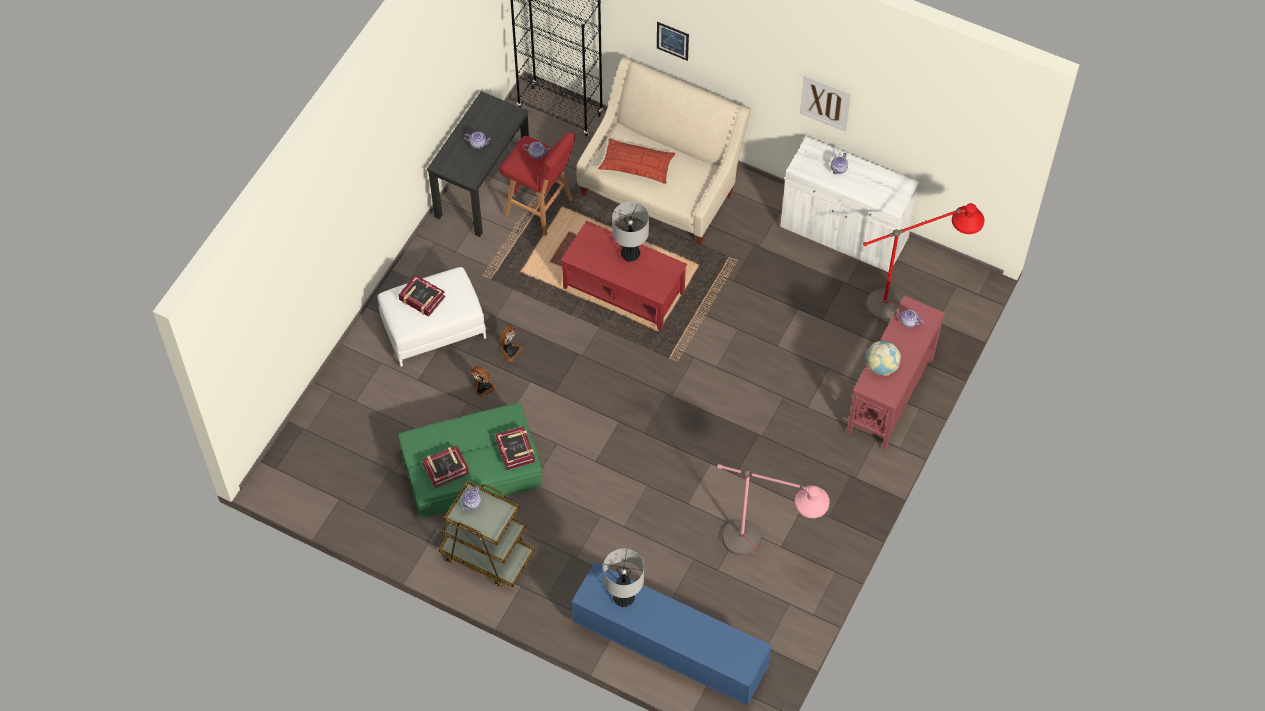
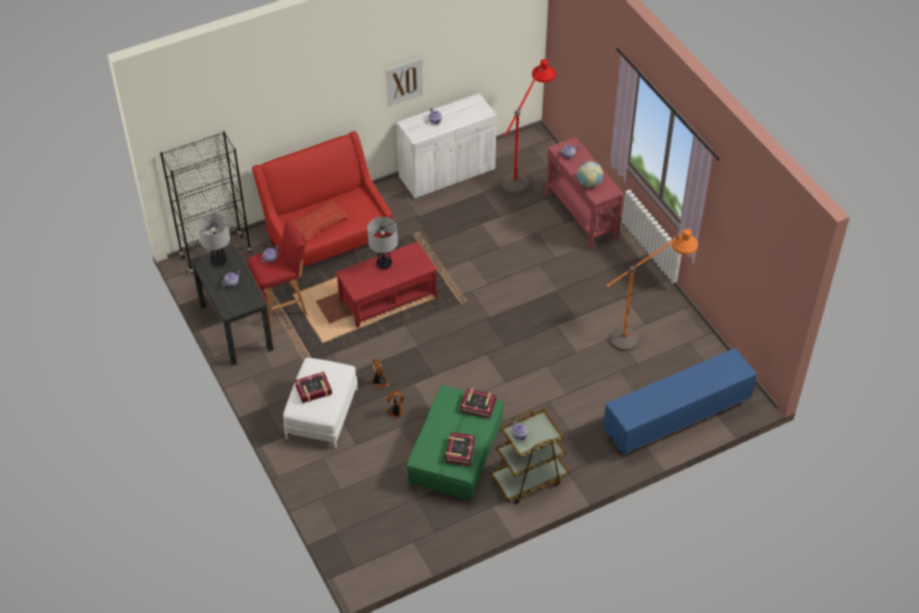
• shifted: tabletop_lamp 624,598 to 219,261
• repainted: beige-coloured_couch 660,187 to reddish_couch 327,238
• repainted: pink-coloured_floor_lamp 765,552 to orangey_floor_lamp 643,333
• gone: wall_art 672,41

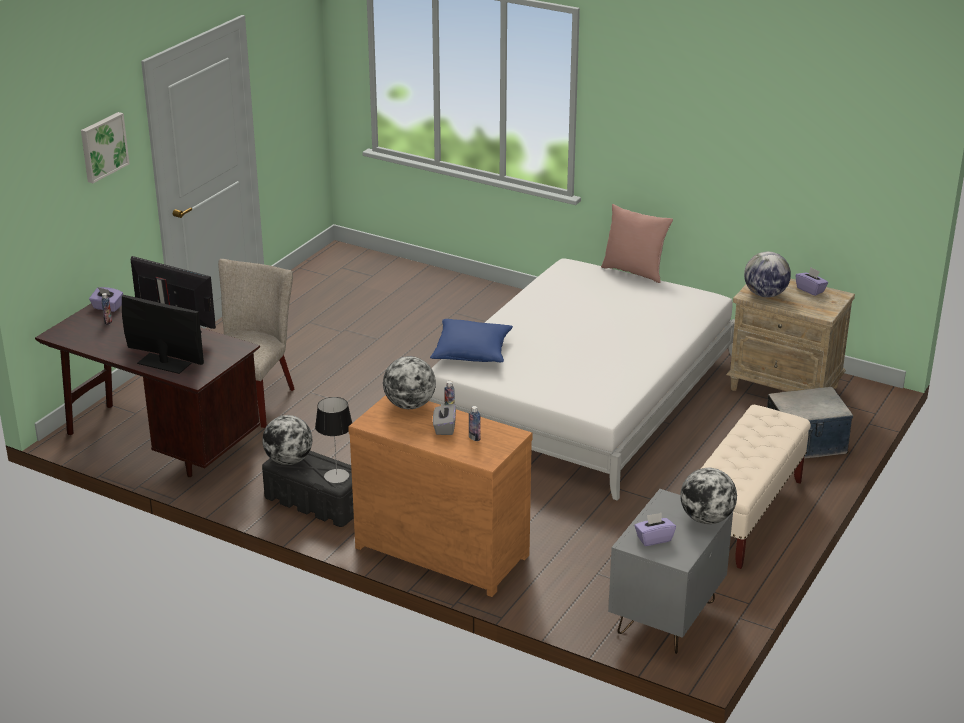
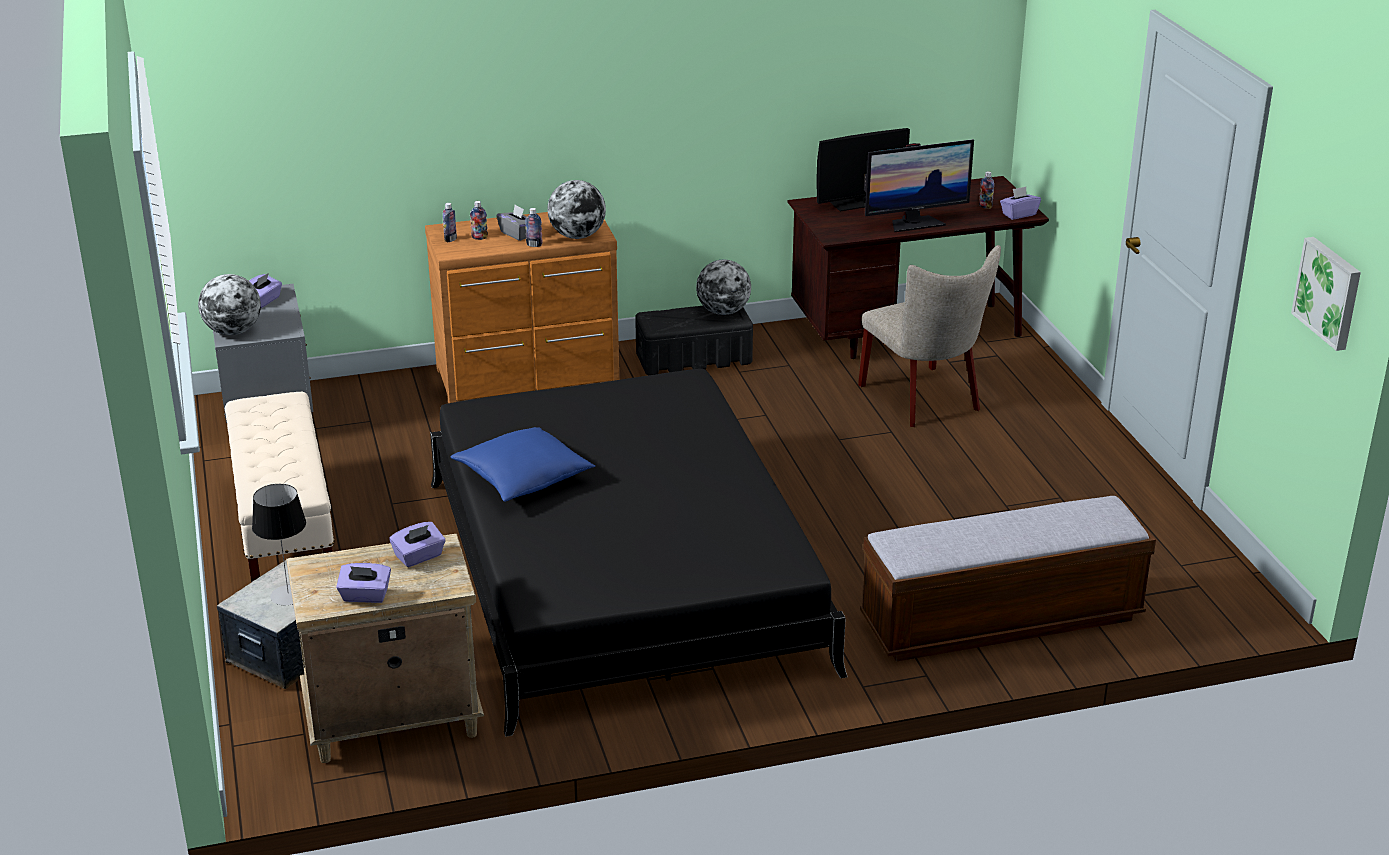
• shifted: tabletop_lamp 336,476 to 288,595
• swapped: desk_globe 765,294 to purplish_tissue_box 419,557
• repainted: whitish_sleeping_bed 582,395 to black_sleeping_bed 623,573
• new: beverage_bottle 450,239
• shifted: blue-coloured_throw_pillow 472,352 to 523,479
• new: bench 1001,620
• shifted: wall_art 103,146 to 1329,292
• gone: pink-coloured_throw_pillow 634,271

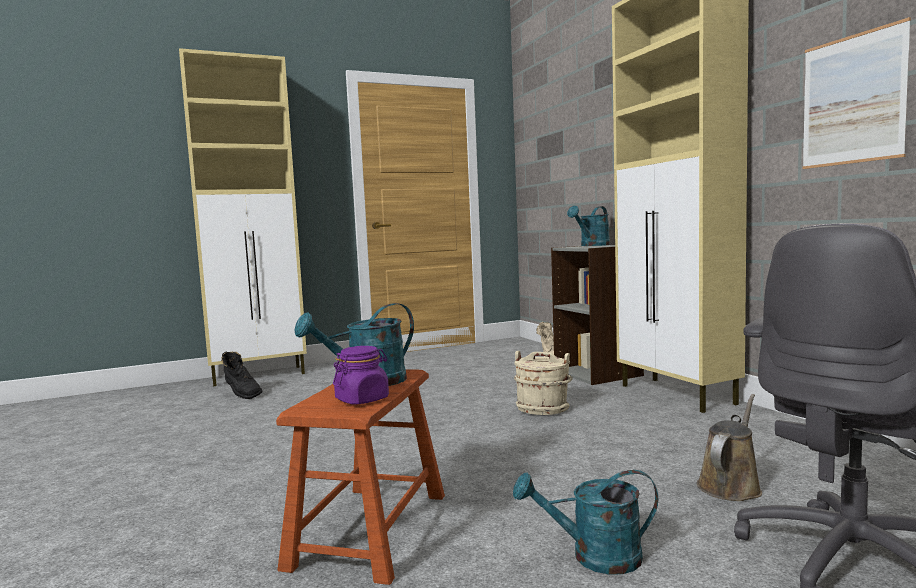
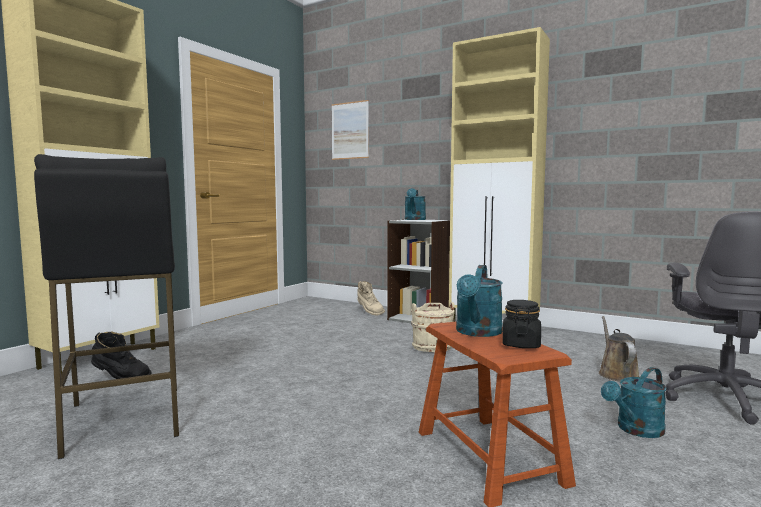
• new: black_stool_seat 123,419
• shifted: wall_art 852,100 to 350,130
• repainted: purplish_storage_jar 362,399 to black_storage_jar 521,344

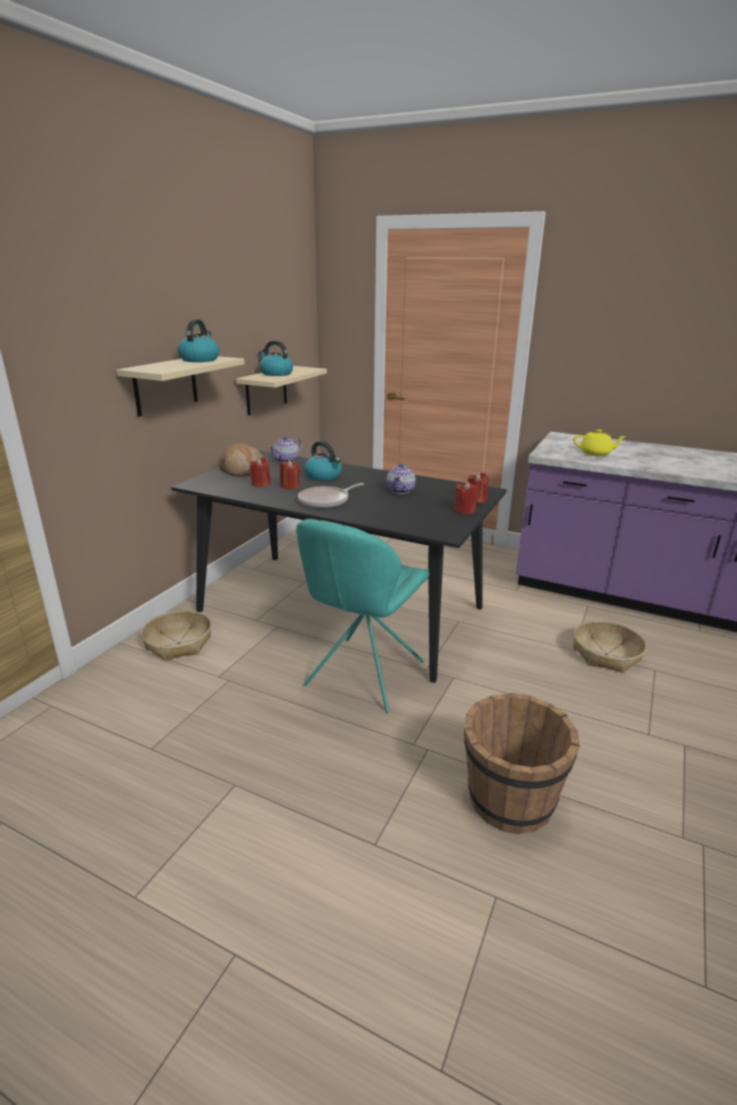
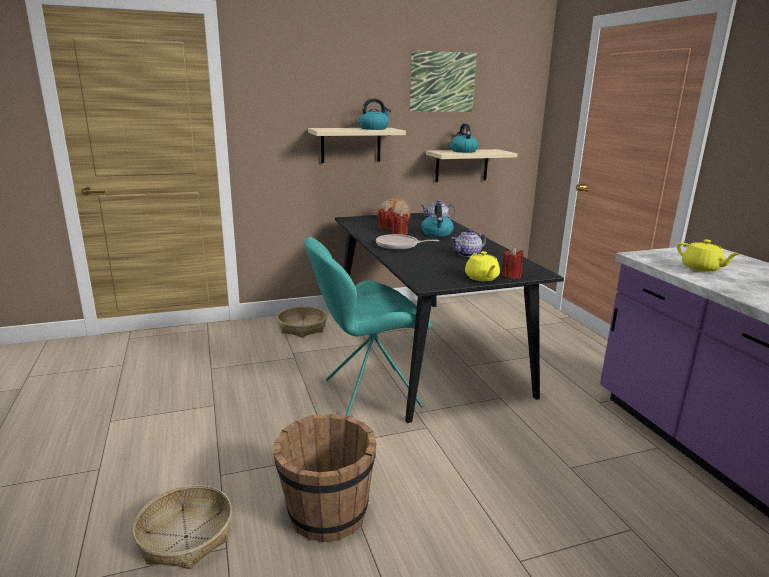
• shifted: household_basket 606,654 to 185,537
• new: wall_art 442,82
• swapped: reddish_wax_light 465,510 to yellow-coloured_teapot 481,278

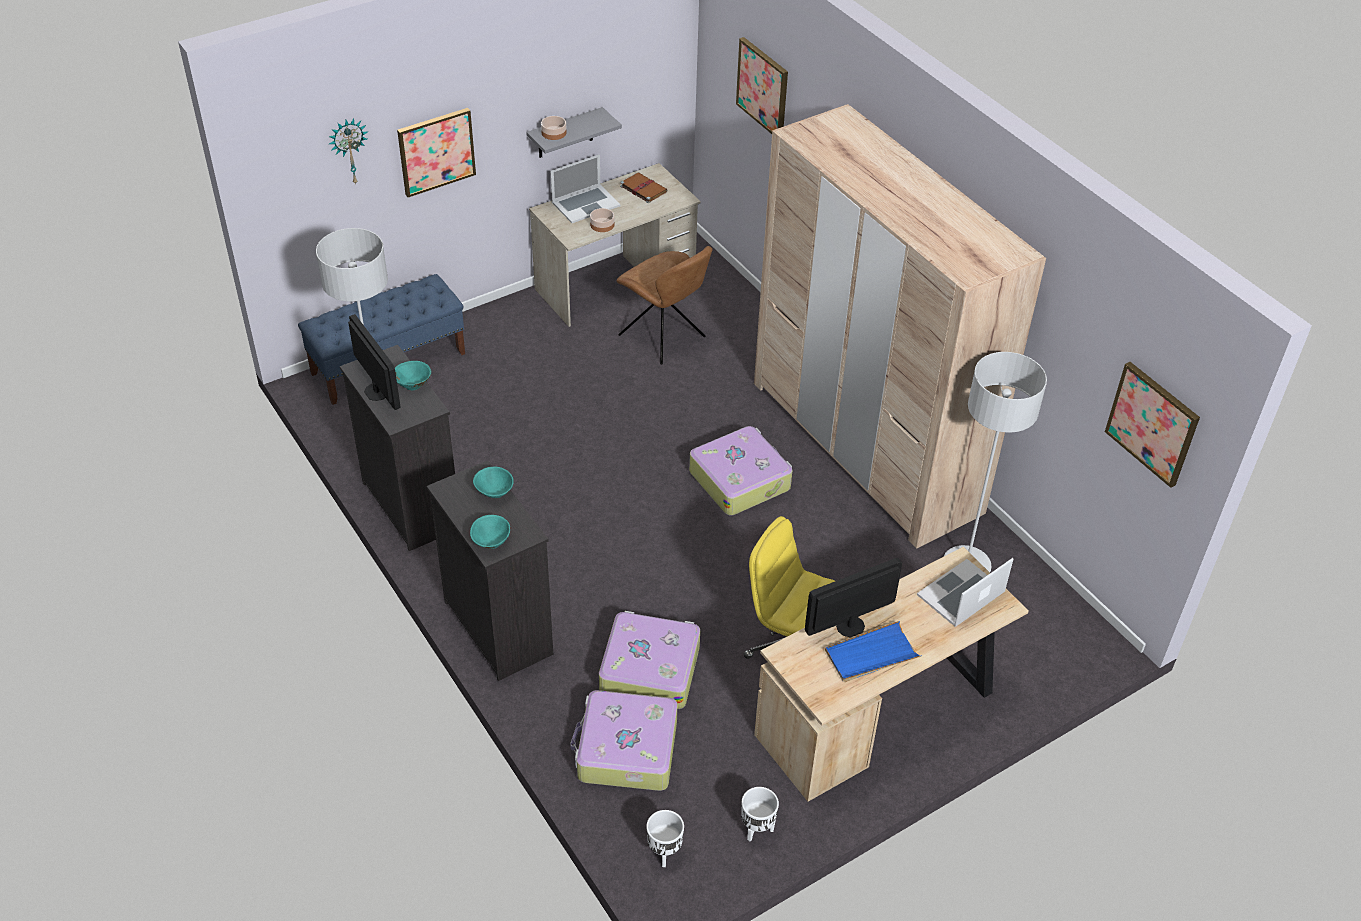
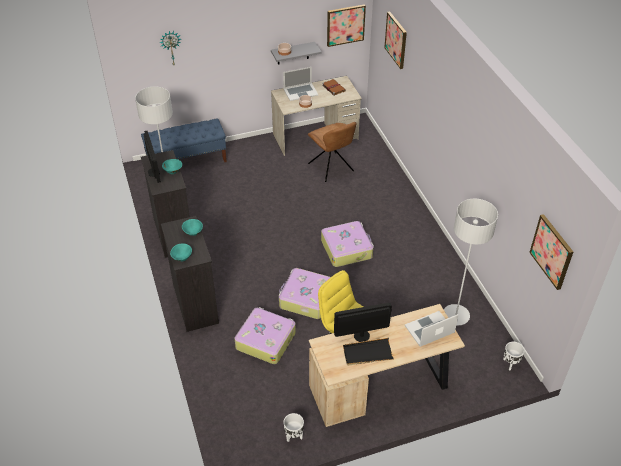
• shifted: piece_of_luggage 626,750 to 306,298
• shifted: wall_art 436,151 to 345,25
• repainted: blue-coloured_carrying_tray 871,655 to black_carrying_tray 367,353
• shifted: whitish_plant_pot 664,853 to 510,364
• gone: beige-coloured_armoire 865,446

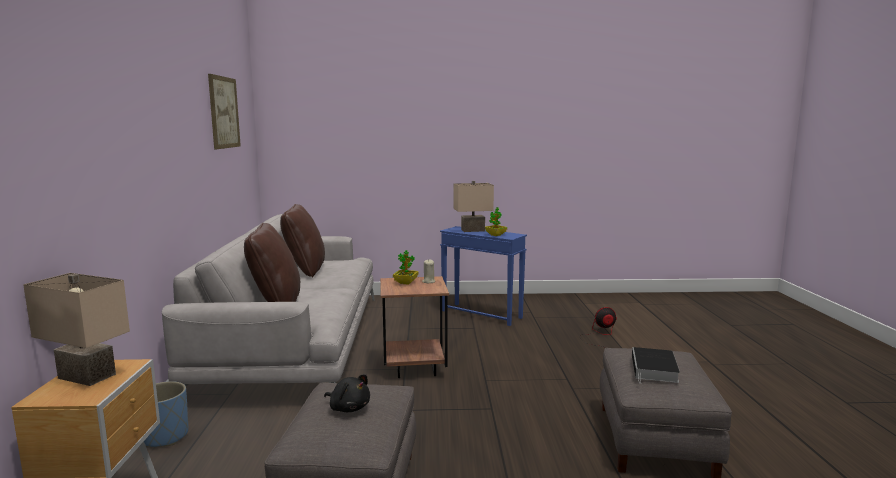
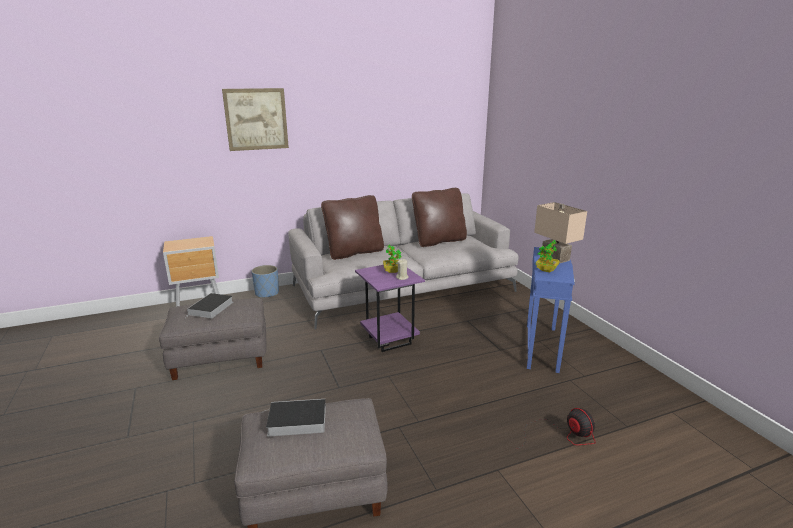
• swapped: black_cuddly_toy 348,408 to volume 211,309
• shifted: wall_art 224,112 to 256,119
• repainted: brownish_end_table 414,368 to purplish_end_table 390,340
• gone: beige-coloured_tabletop_lamp 84,377

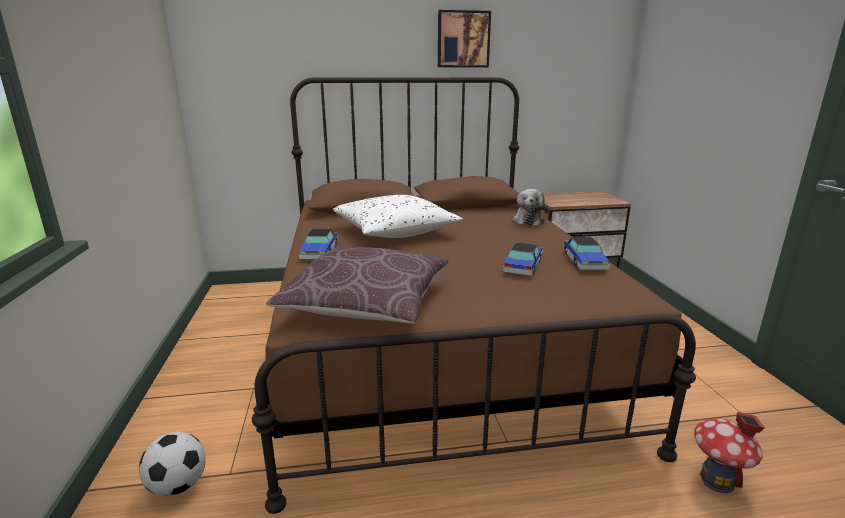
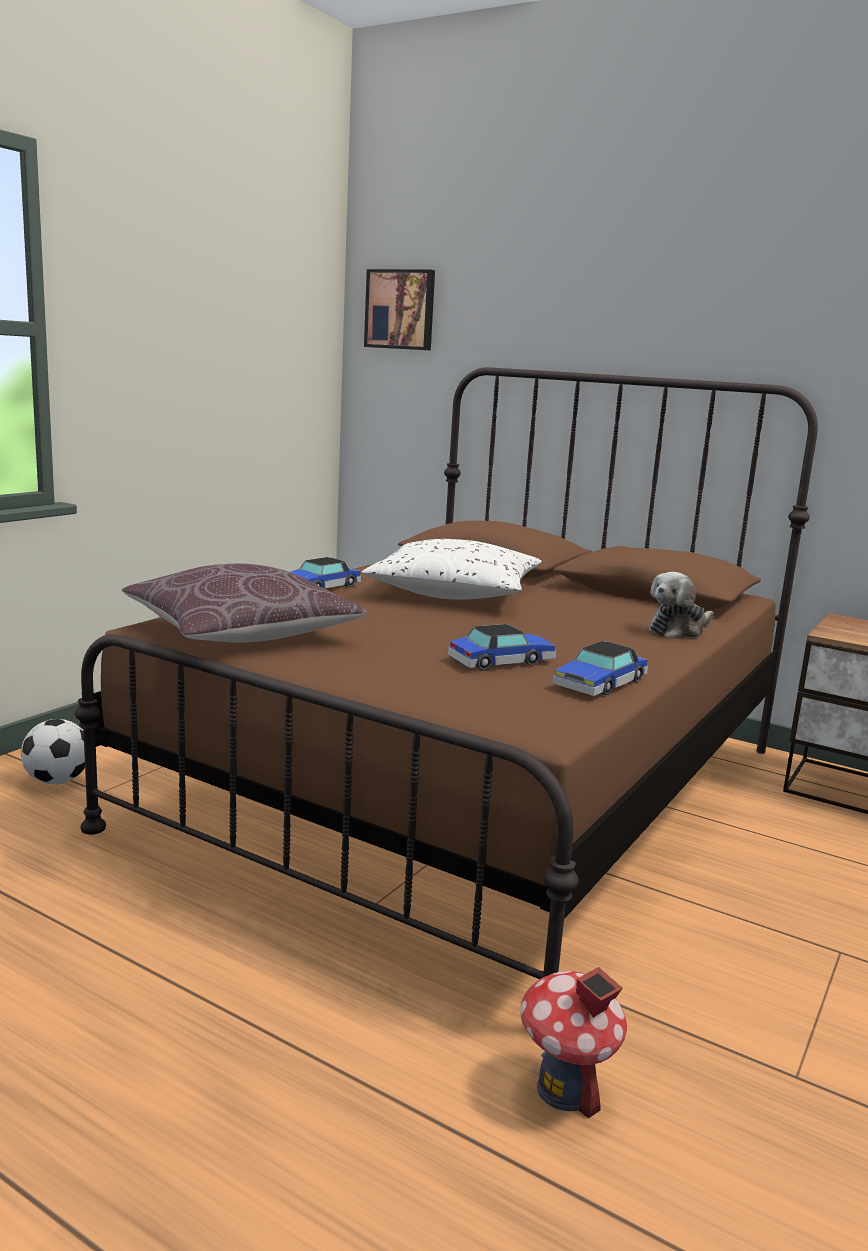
• shifted: wall_art 463,39 to 401,310

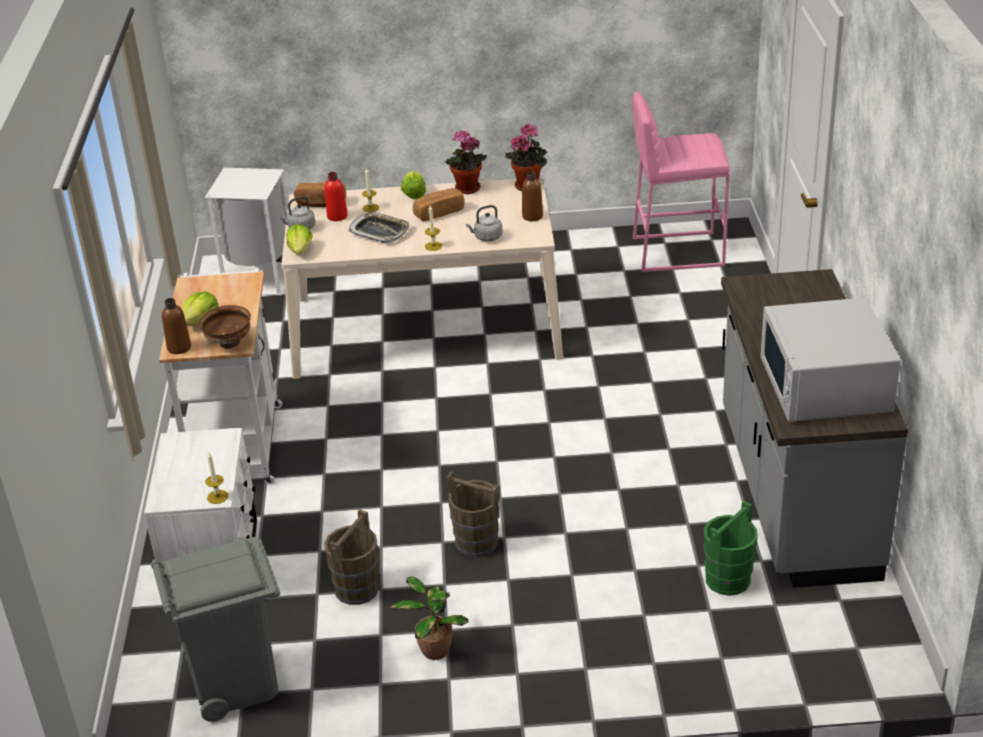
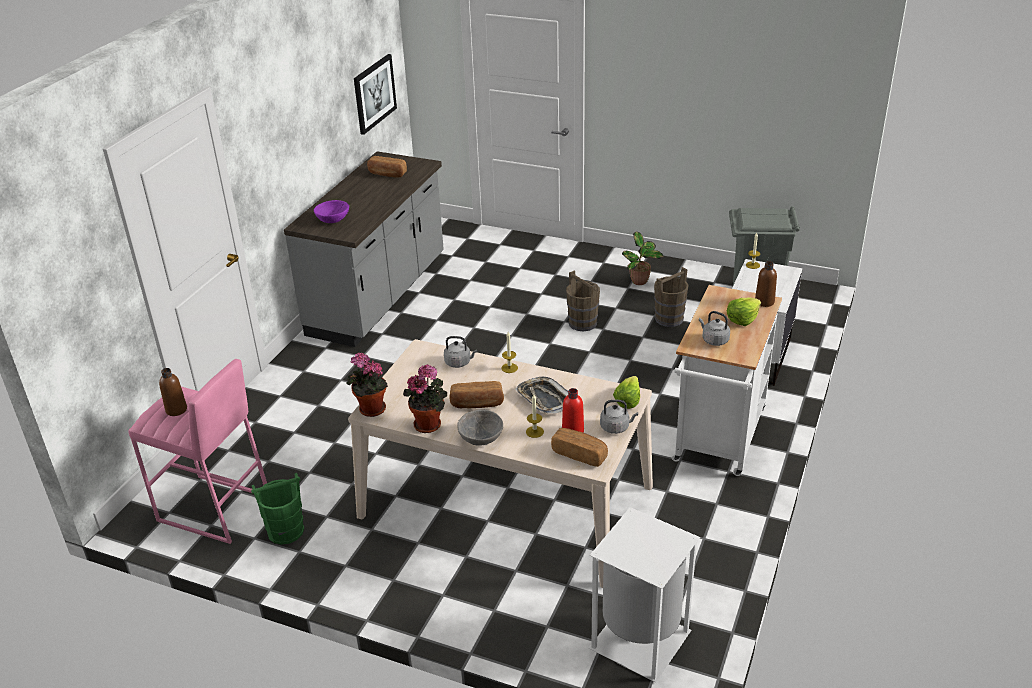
• shifted: brownish_beverage_bottle 532,216 to 176,410
• shifted: green_bucket 728,579 to 285,531
• new: purplish_bowl 333,219
• new: wall_art 374,93
• swapped: whitish_microwave 825,387 to bread 387,174
• swapped: lettuce_head 414,193 to gray_bowl 481,437
• new: gray_water_kettle 714,340
• gone: brownish_bowl 229,343

